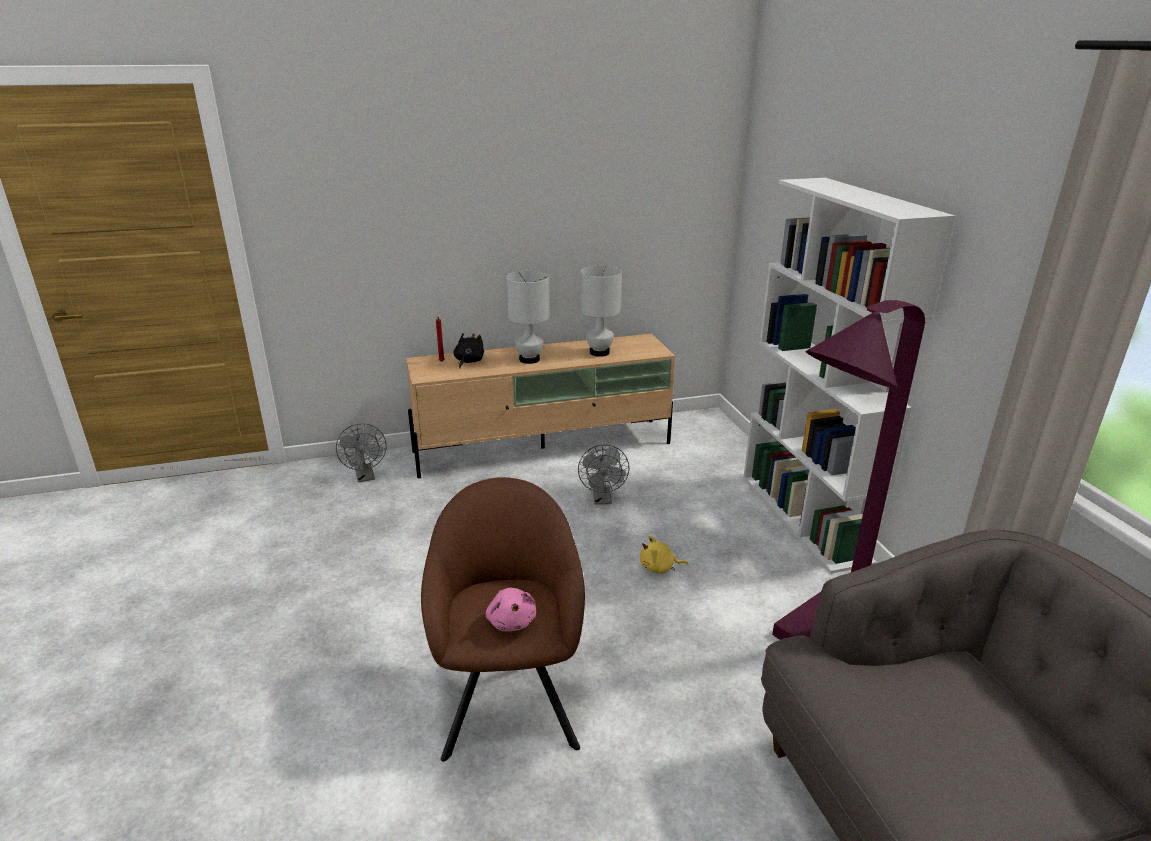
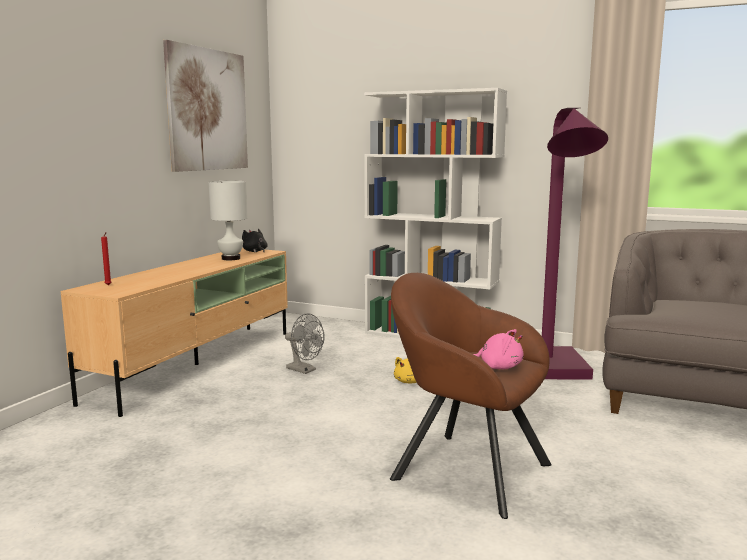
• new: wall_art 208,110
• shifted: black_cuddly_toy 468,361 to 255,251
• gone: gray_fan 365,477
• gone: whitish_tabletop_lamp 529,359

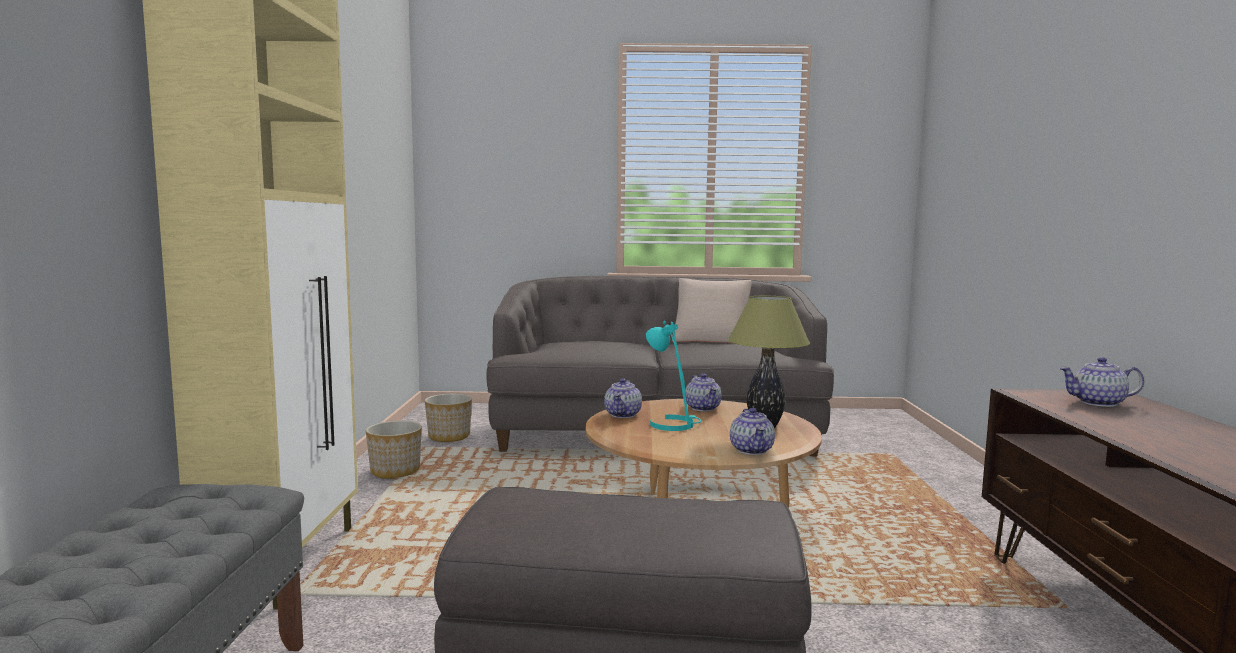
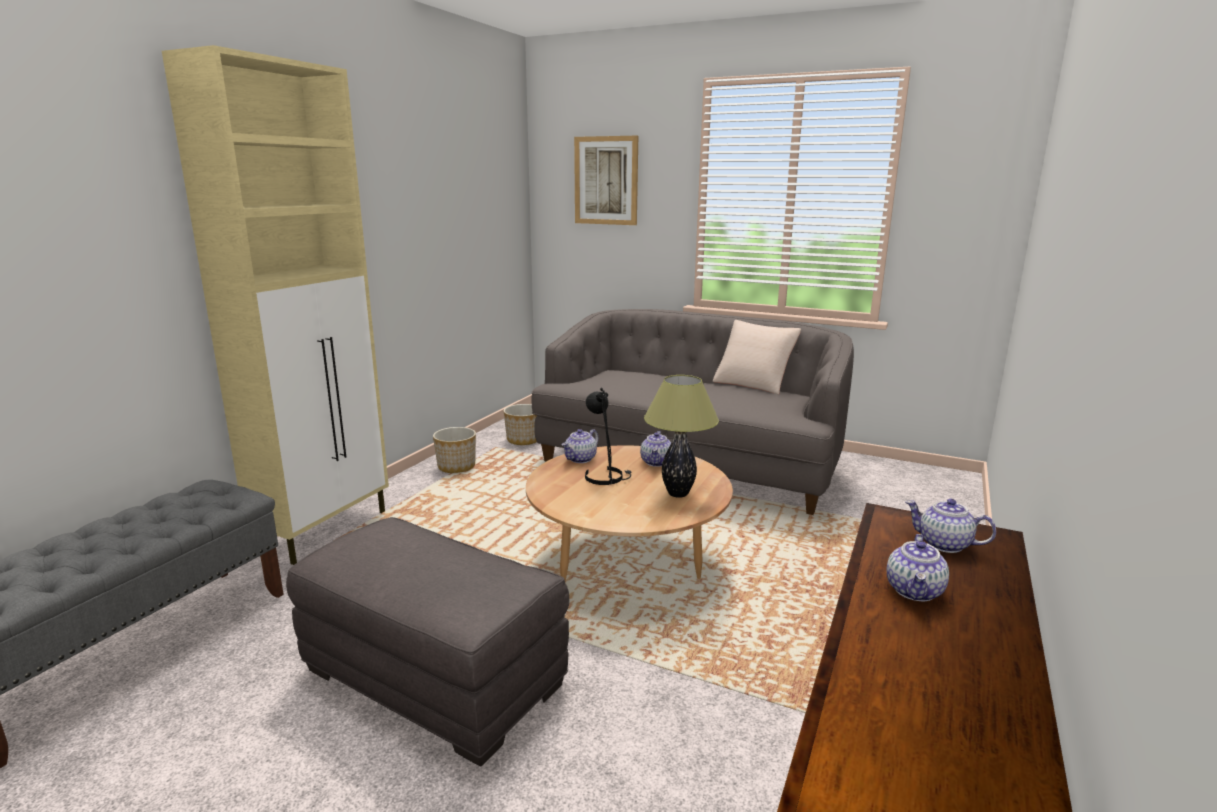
• new: wall_art 606,181
• repainted: blue-green_tabletop_lamp 673,424 to black_tabletop_lamp 606,476
• shifted: teapot 752,450 to 915,591

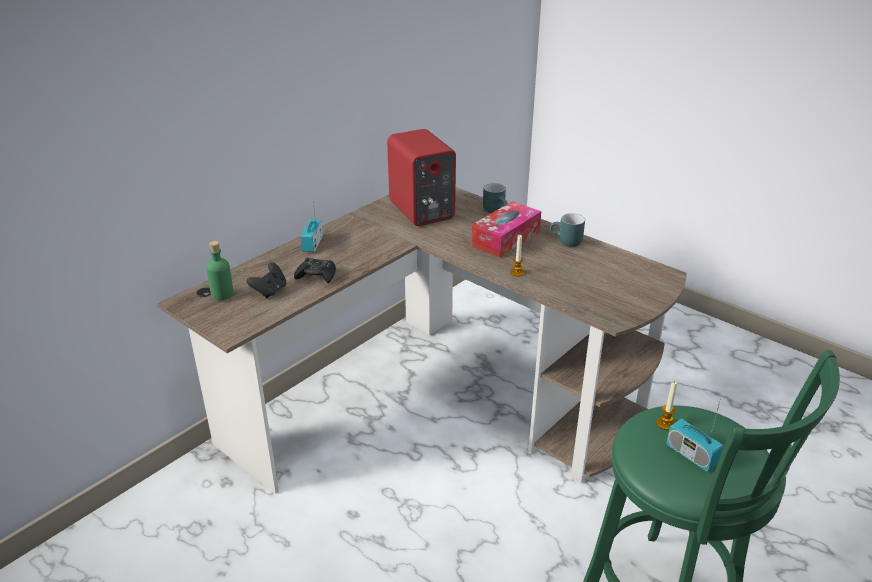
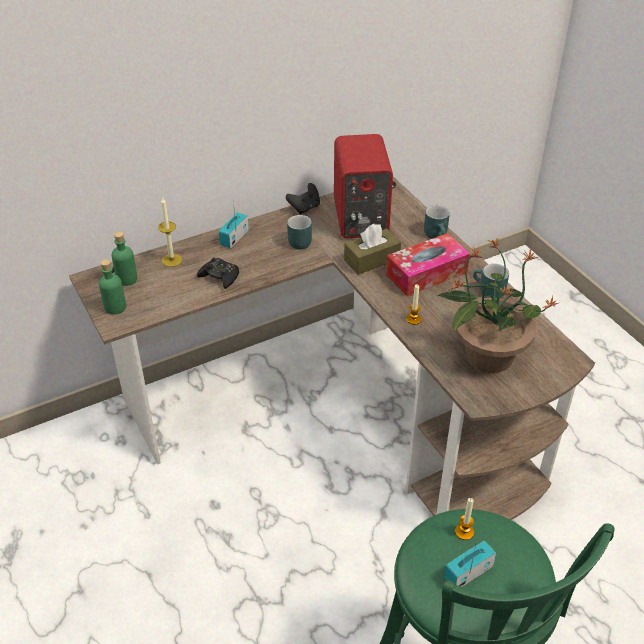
• new: green_beverage_bottle 115,307
• new: wax_light 172,260
• shifted: black_game_controller 270,291 to 305,208
• new: blue-green_tea_mug 300,240
• new: brownish_tissue_box 372,260
• new: plant_in_a_pot 487,356
• rotated: radio_set 691,455 = 468,573 75 degrees clockwise

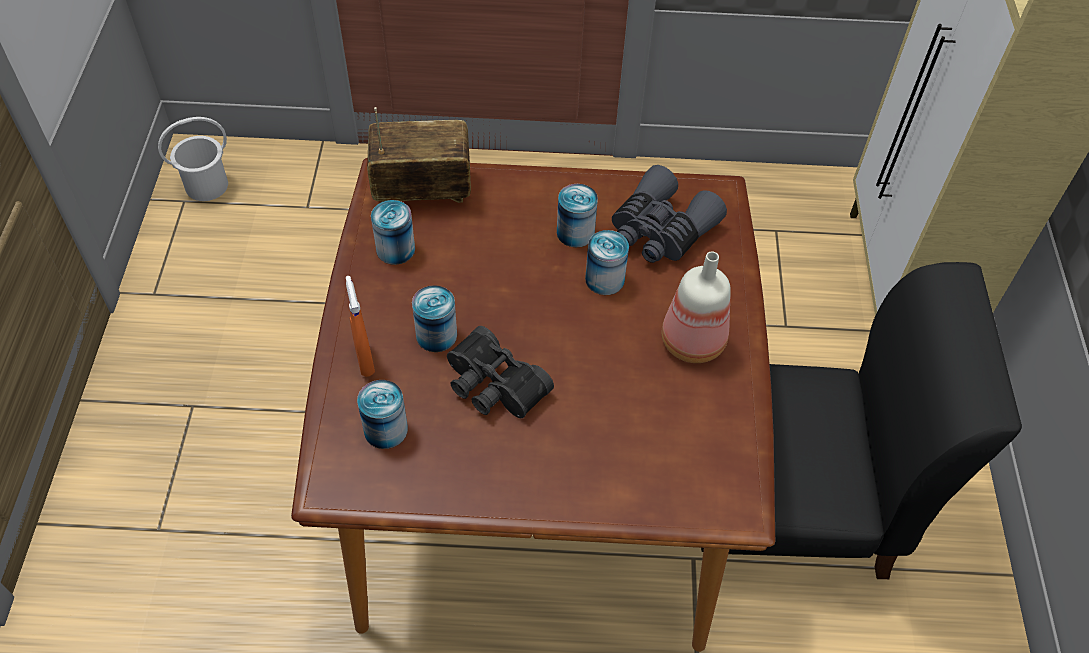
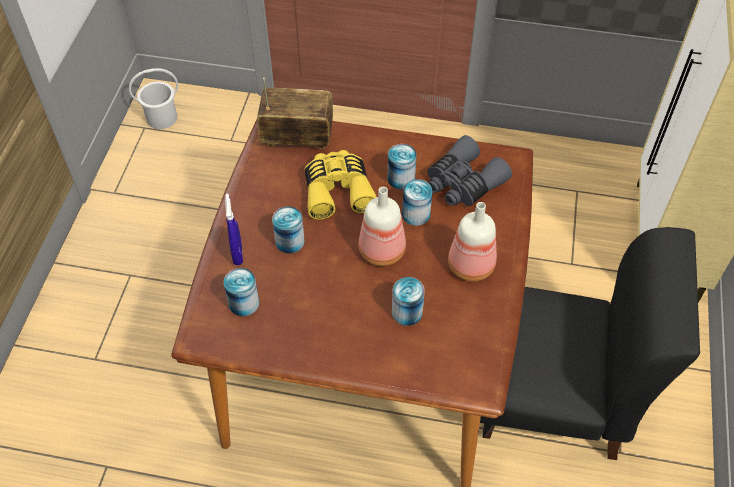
• repainted: orangey_hand_sprayer 365,360 to blue-coloured_hand_sprayer 237,254
• new: yellow-coloured_field_glasses 337,190
• new: beverage_bottle 381,249
• shifted: sealed_can 395,249 to 407,312
• gone: black_field_glasses 492,387

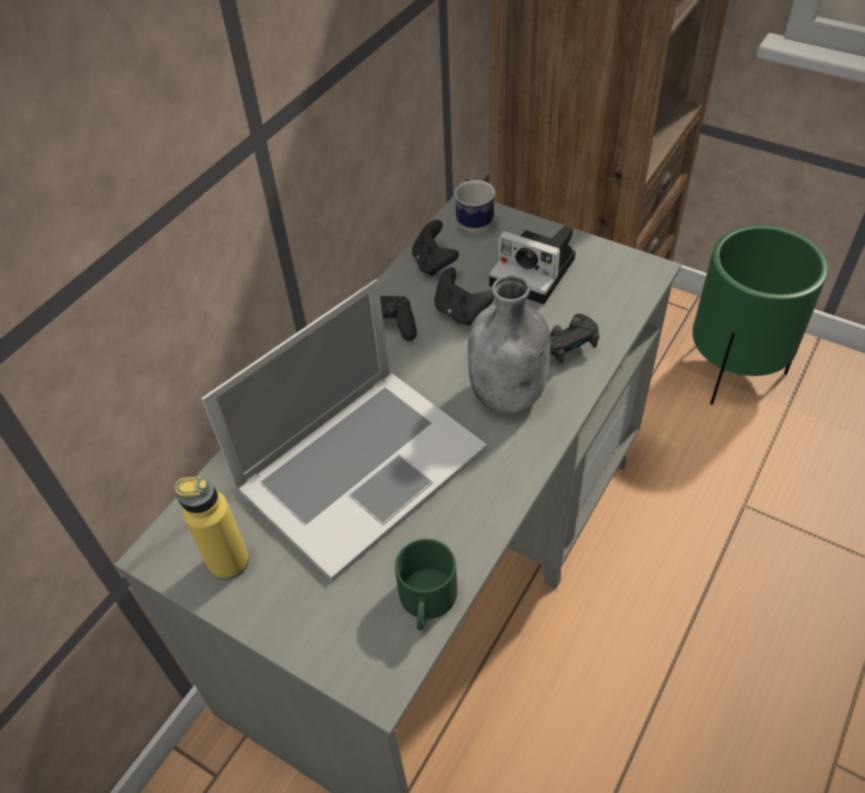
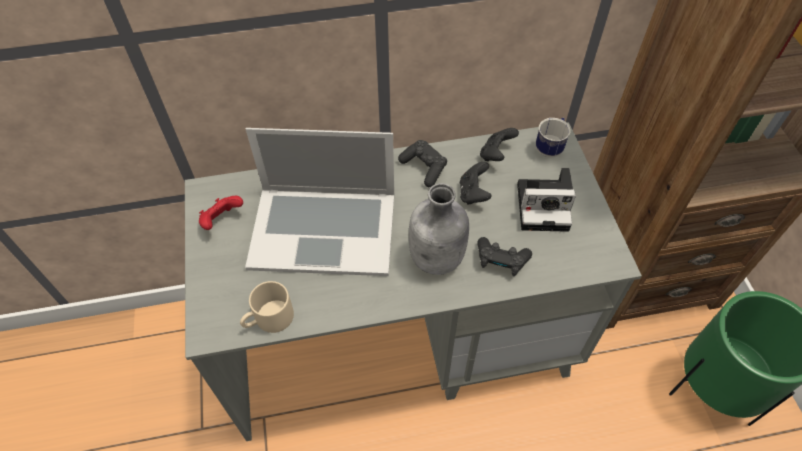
• swapped: yellow-coloured_beverage_bottle 228,562 to reddish_game_controller 222,220
• repainted: green_tea_mug 428,602 to beige-coloured_tea_mug 269,320
• rotated: photo_camera 536,272 = 545,206 75 degrees counterclockwise

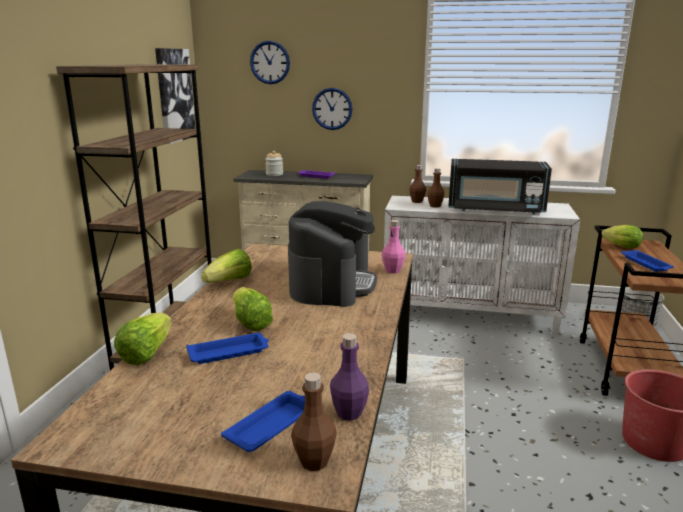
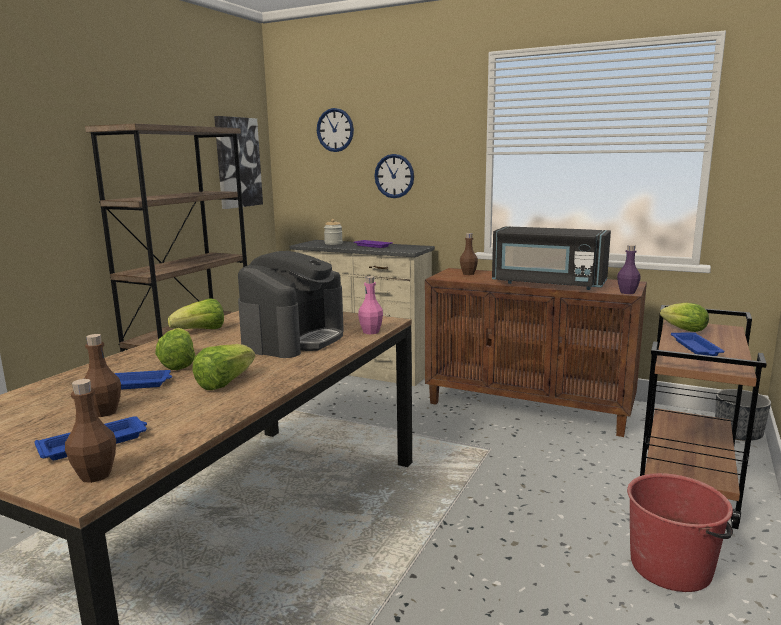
• shifted: brownish_beverage_bottle 435,206 to 104,412
• shifted: lettuce_head 146,353 to 224,383
• repainted: whitish_cupboard 470,315 to brownish_cupboard 529,408
• shifted: purplish_beverage_bottle 349,413 to 627,292

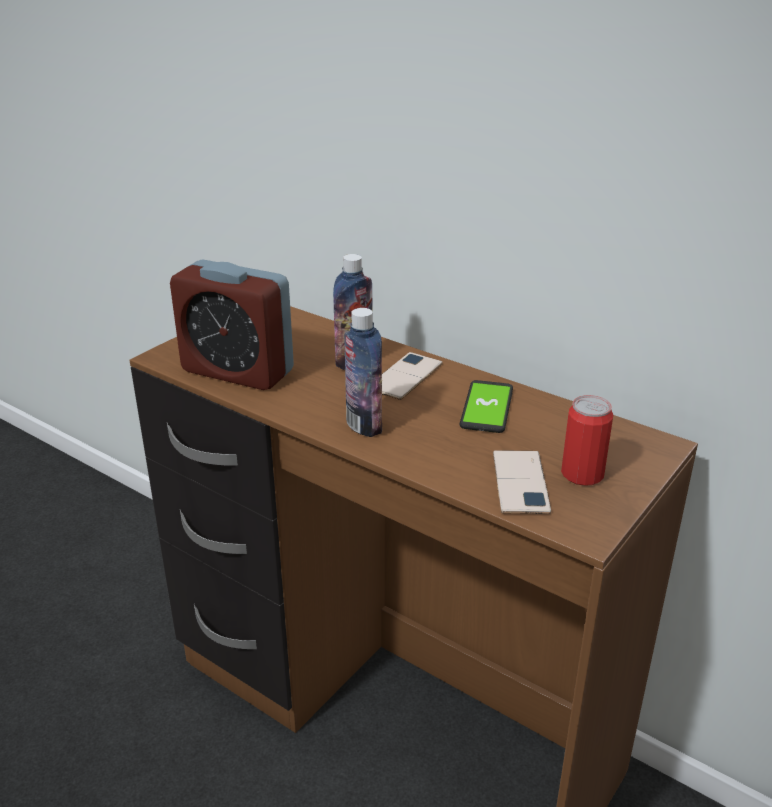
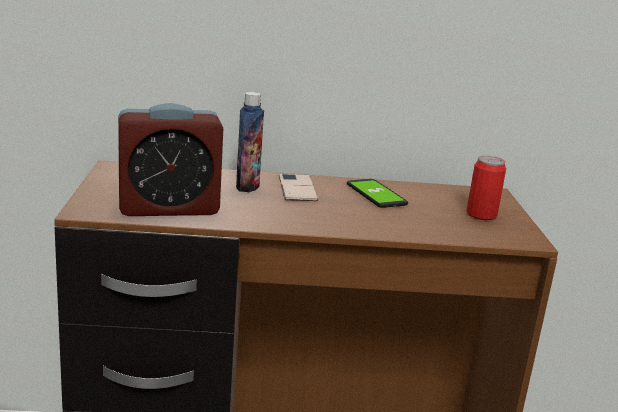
• gone: beverage_bottle 364,425
• gone: handset 520,482

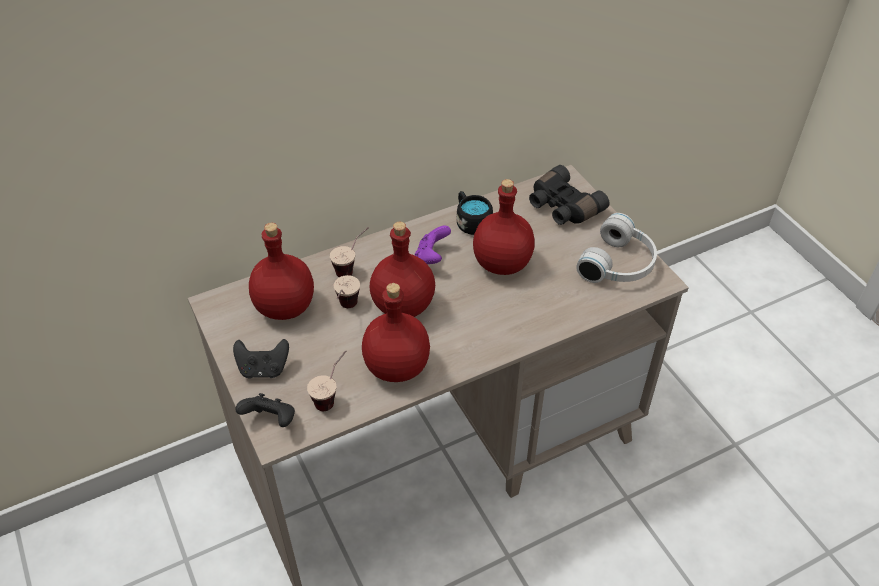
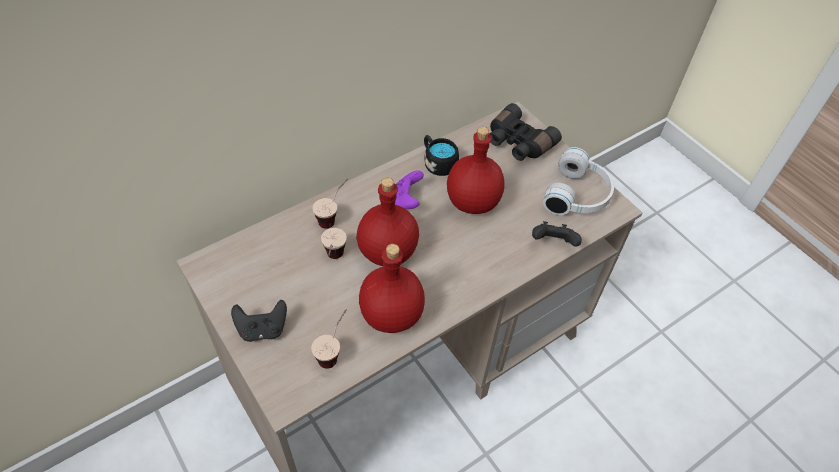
• shifted: black_game_controller 271,420 to 553,243
• gone: reddish_beverage_bottle 286,307

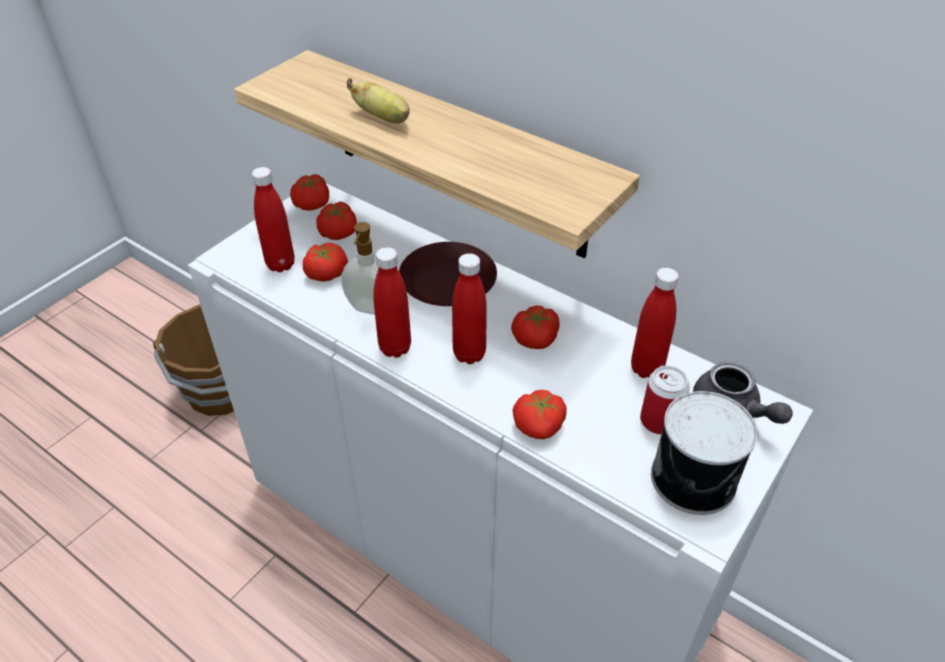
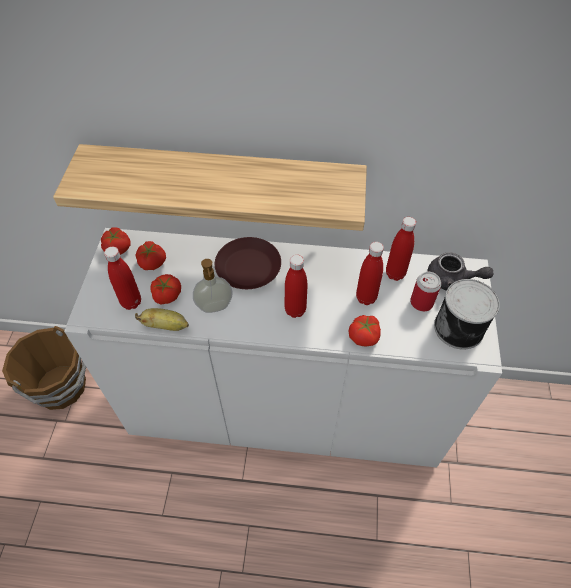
• shifted: banana_fruit 384,118 to 166,326
• shifted: reddish_beverage_bottle 395,348 to 366,298
• gone: whole_tomato 536,339

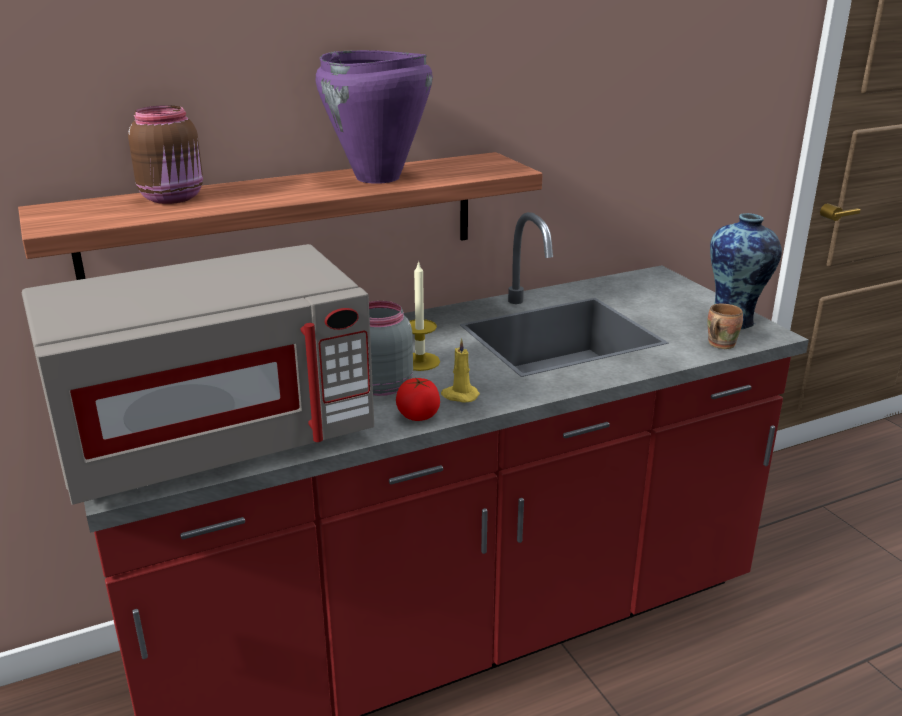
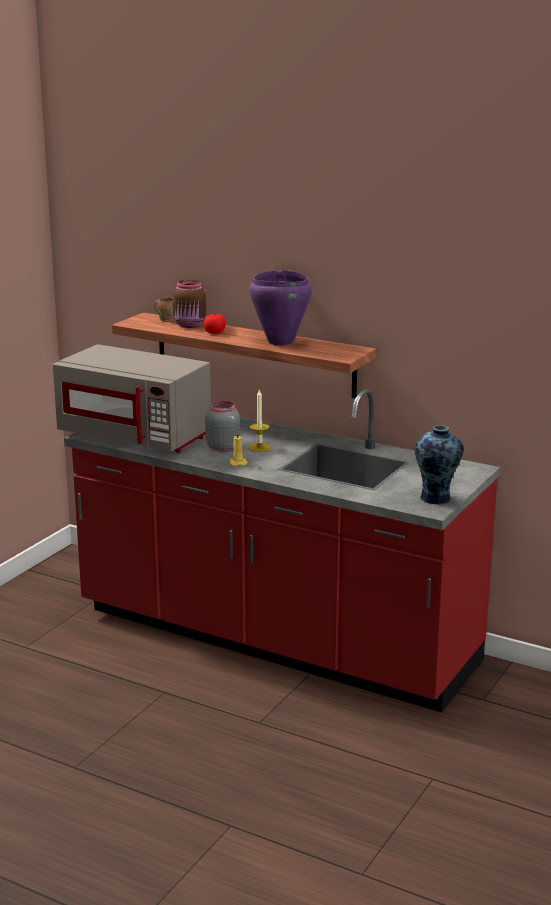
• shifted: brownish_tea_mug 718,344 to 166,319
• shifted: whole_tomato 418,415 to 215,332

